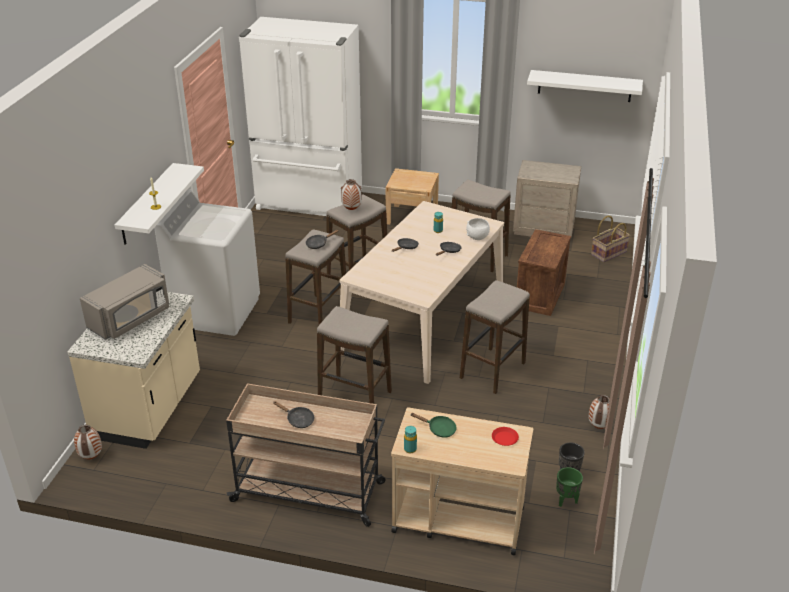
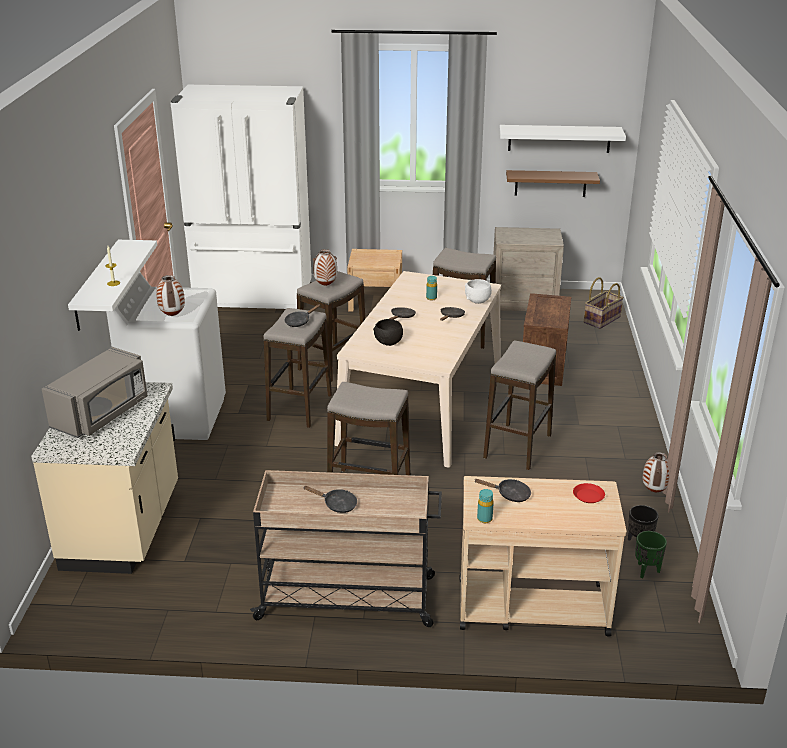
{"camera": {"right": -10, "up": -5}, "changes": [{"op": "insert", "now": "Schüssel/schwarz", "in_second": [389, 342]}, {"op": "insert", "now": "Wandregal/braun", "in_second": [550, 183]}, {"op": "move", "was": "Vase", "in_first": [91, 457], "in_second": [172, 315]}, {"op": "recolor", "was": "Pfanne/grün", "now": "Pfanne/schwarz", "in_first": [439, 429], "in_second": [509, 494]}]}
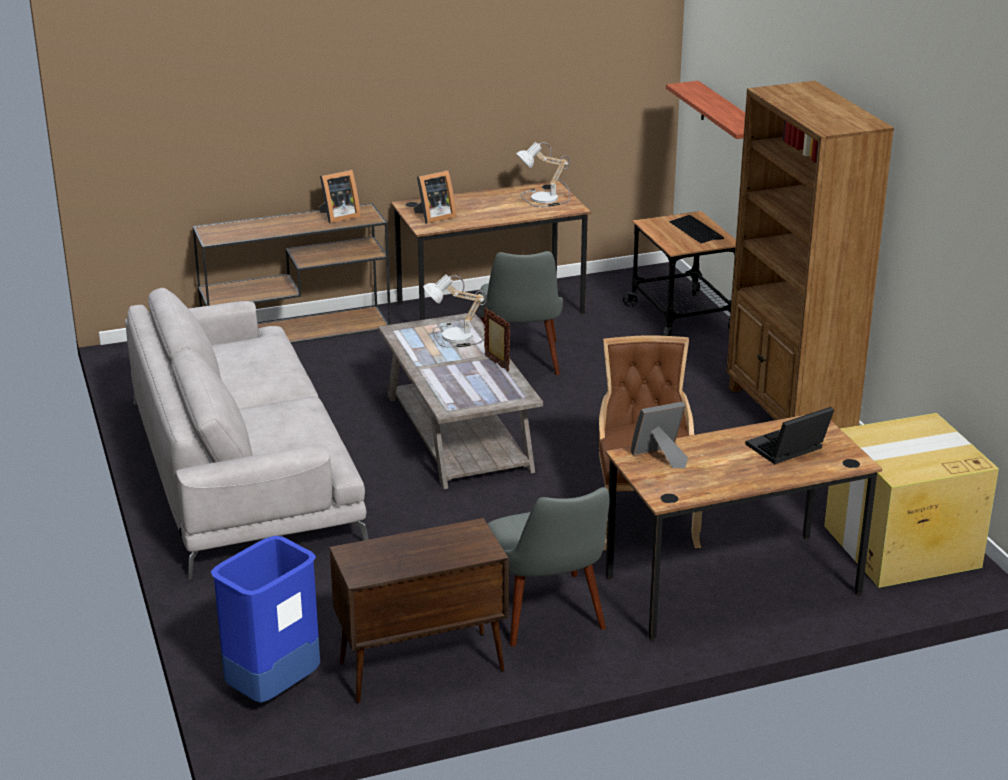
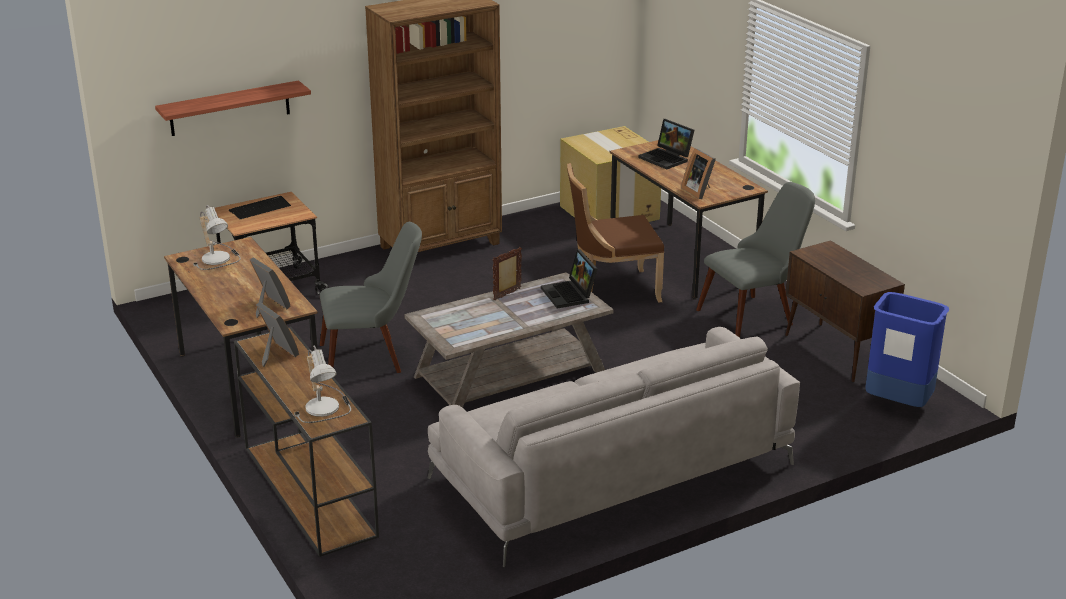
{"camera": {"right": -100, "up": 0}, "changes": [{"op": "insert", "now": "Laptop", "in_second": [570, 295]}, {"op": "move", "was": "Tischlampe", "in_first": [455, 337], "in_second": [326, 408]}]}
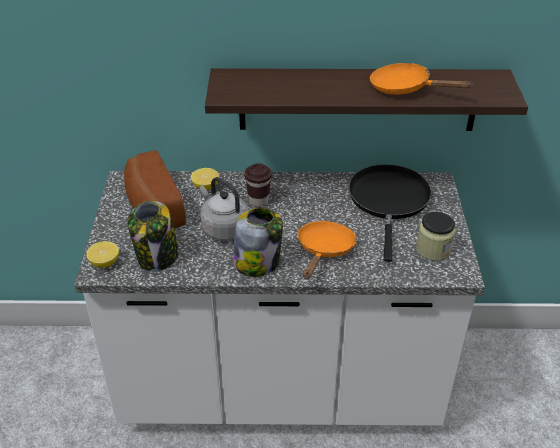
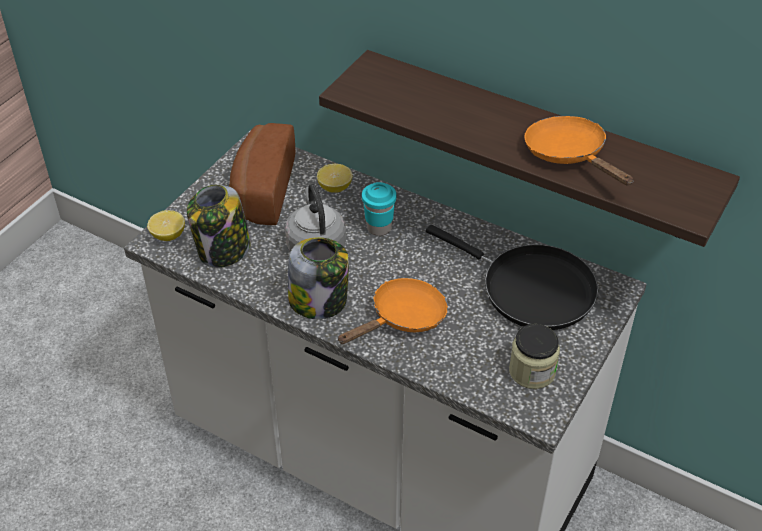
{"camera": {"right": 30, "up": 5}, "changes": [{"op": "recolor", "was": "Tasse/braun", "now": "Tasse/türkis", "in_first": [258, 201], "in_second": [379, 228]}, {"op": "rotate", "was": "Pfanne/schwarz", "in_first": [389, 201], "in_second": [531, 289], "clockwise": 90}]}
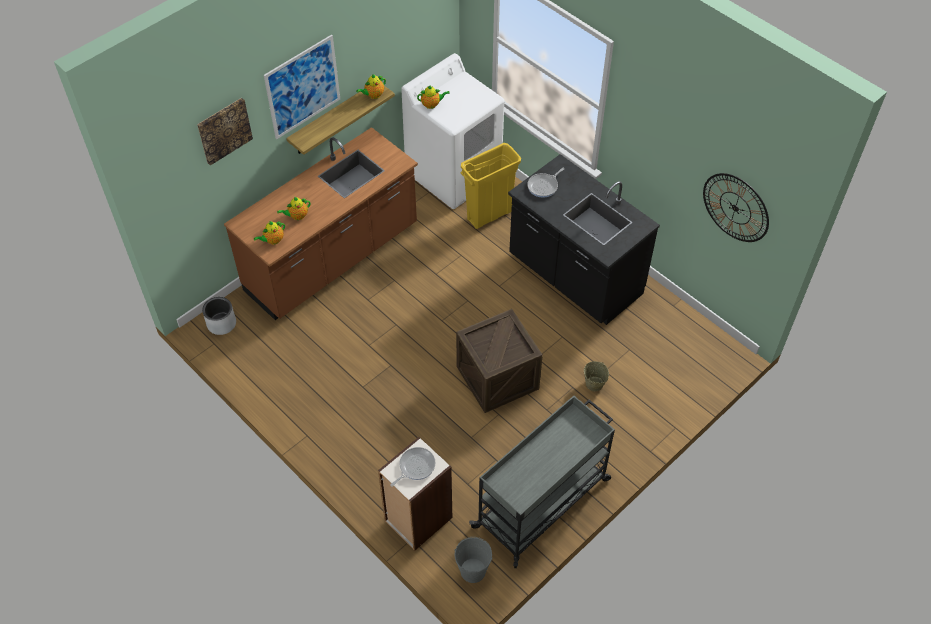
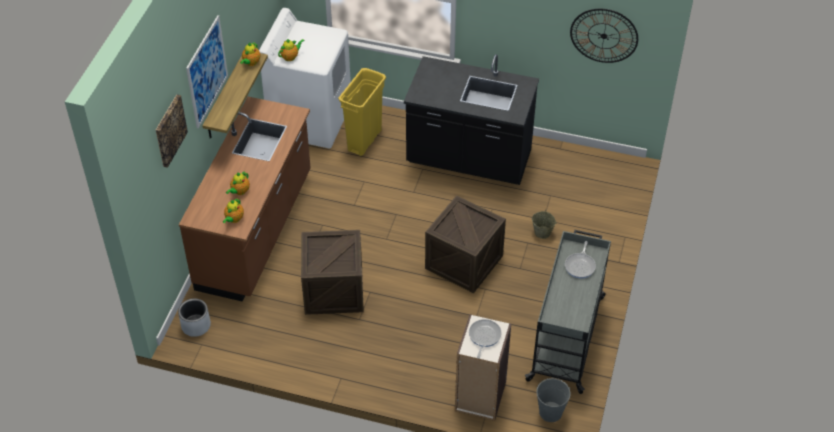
{"camera": {"right": -30, "up": -5}, "changes": [{"op": "insert", "now": "Kiste", "in_second": [333, 290]}, {"op": "move", "was": "Pfanne", "in_first": [544, 186], "in_second": [580, 266]}]}
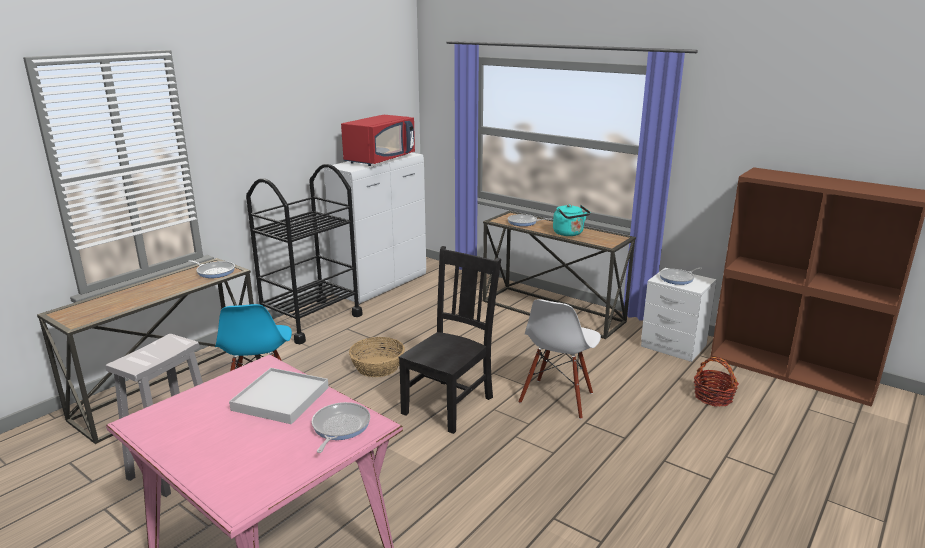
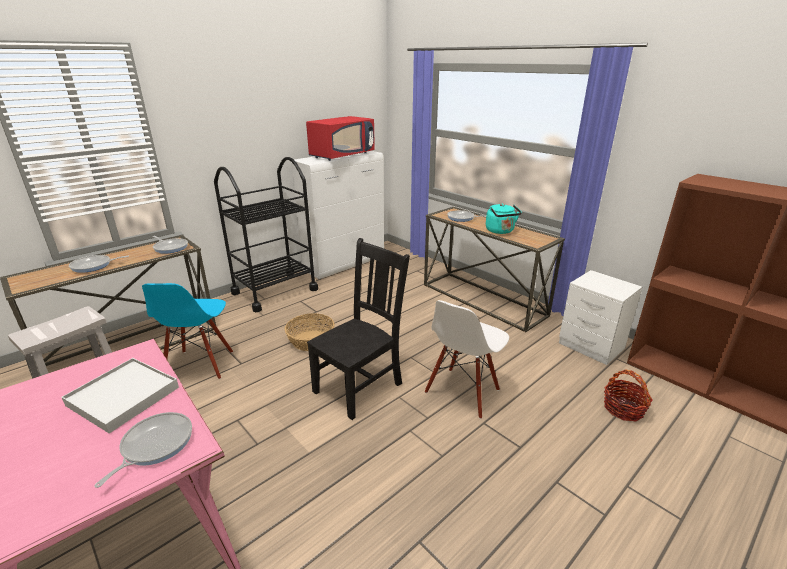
{"camera": {"right": 10, "up": 5}, "changes": [{"op": "move", "was": "Pfanne", "in_first": [678, 278], "in_second": [93, 266]}]}
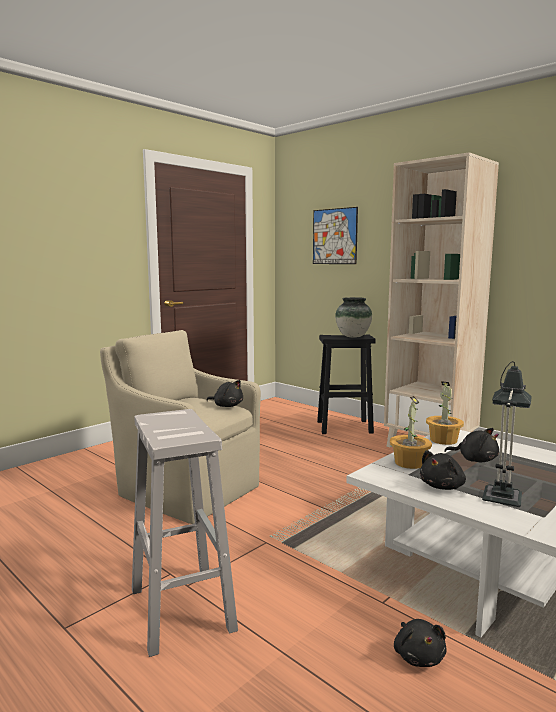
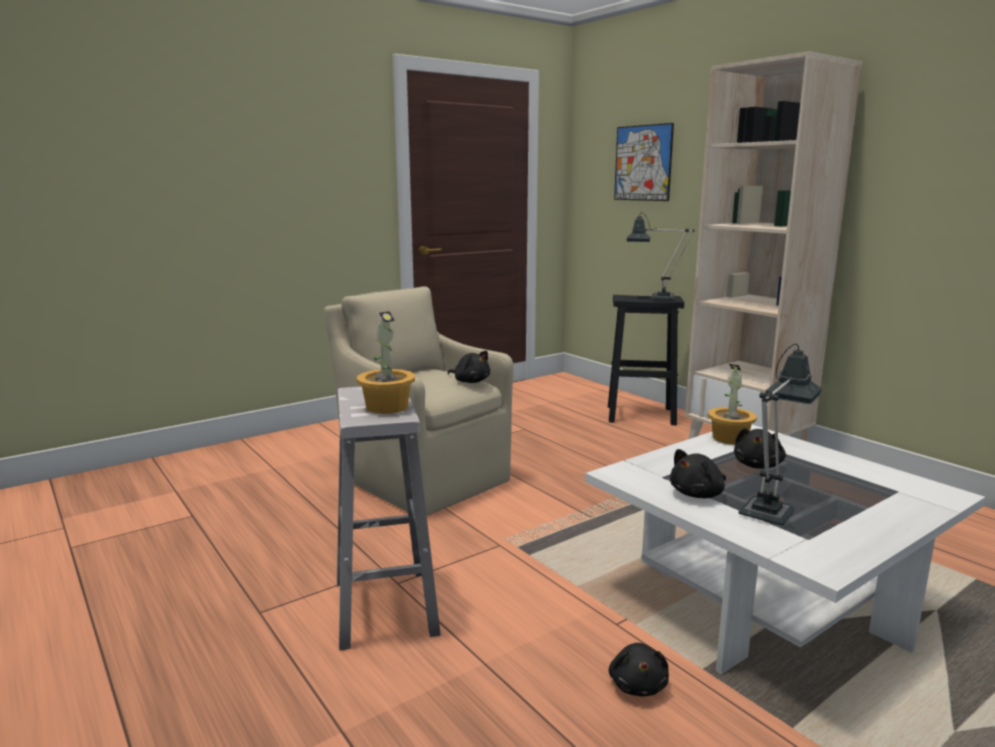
{"camera": {"right": 10, "up": 5}, "changes": [{"op": "move", "was": "Topfpflanze", "in_first": [409, 462], "in_second": [386, 407]}, {"op": "replace", "was": "Vase", "now": "Tischlampe", "in_first": [353, 336], "in_second": [656, 298]}, {"op": "rotate", "was": "Plüschtier/schwarz", "in_first": [475, 460], "in_second": [758, 465], "clockwise": 75}]}
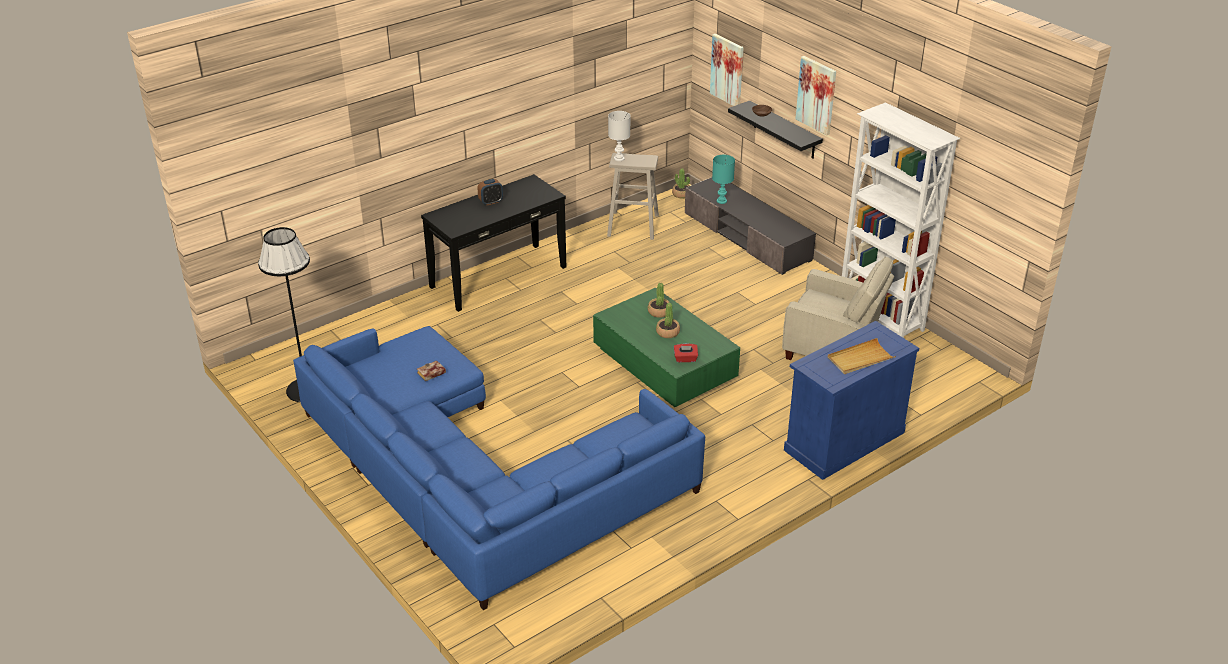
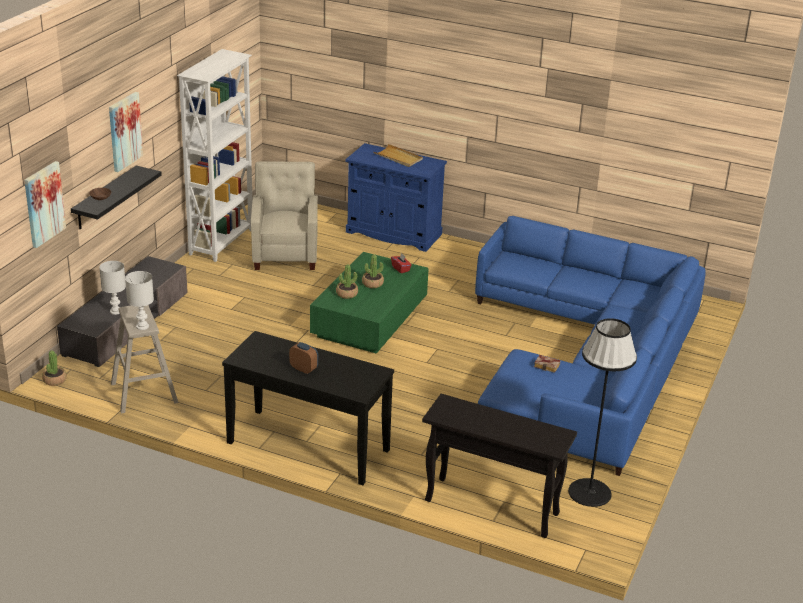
{"camera": {"right": -120, "up": -5}, "changes": [{"op": "insert", "now": "Konsolentisch/schwarz", "in_second": [490, 507]}, {"op": "recolor", "was": "Tischlampe/türkis", "now": "Tischlampe/weiß", "in_first": [721, 201], "in_second": [115, 311]}]}
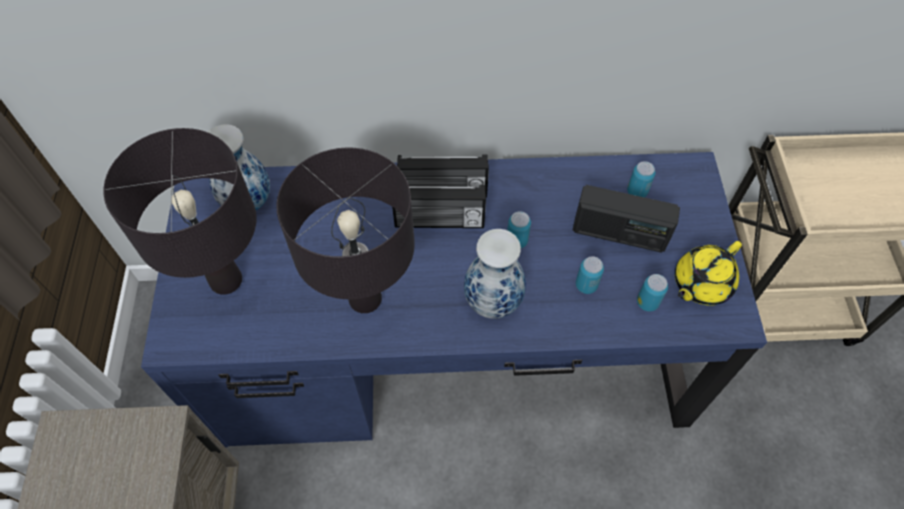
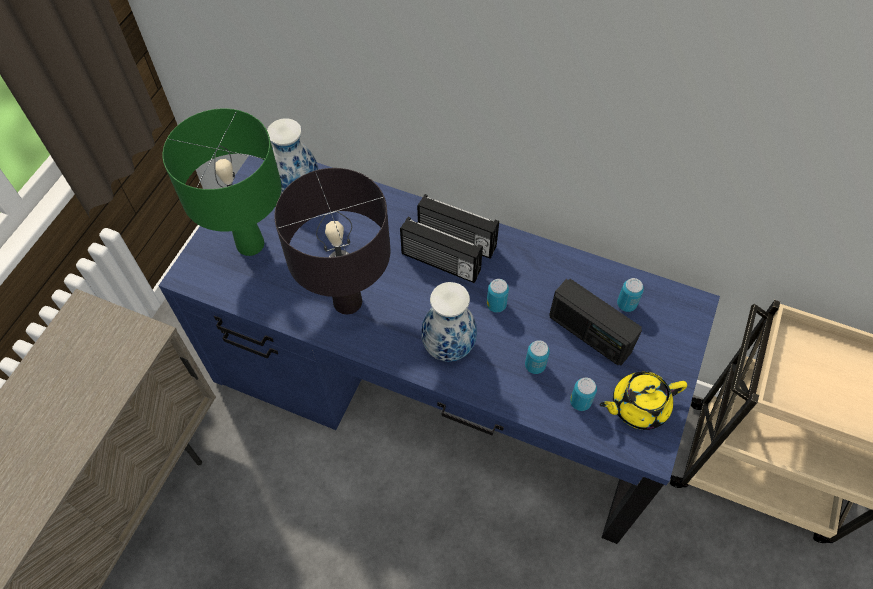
{"camera": {"right": 25, "up": 0}, "changes": [{"op": "recolor", "was": "Tischlampe/schwarz", "now": "Tischlampe/grün", "in_first": [226, 280], "in_second": [251, 244]}]}
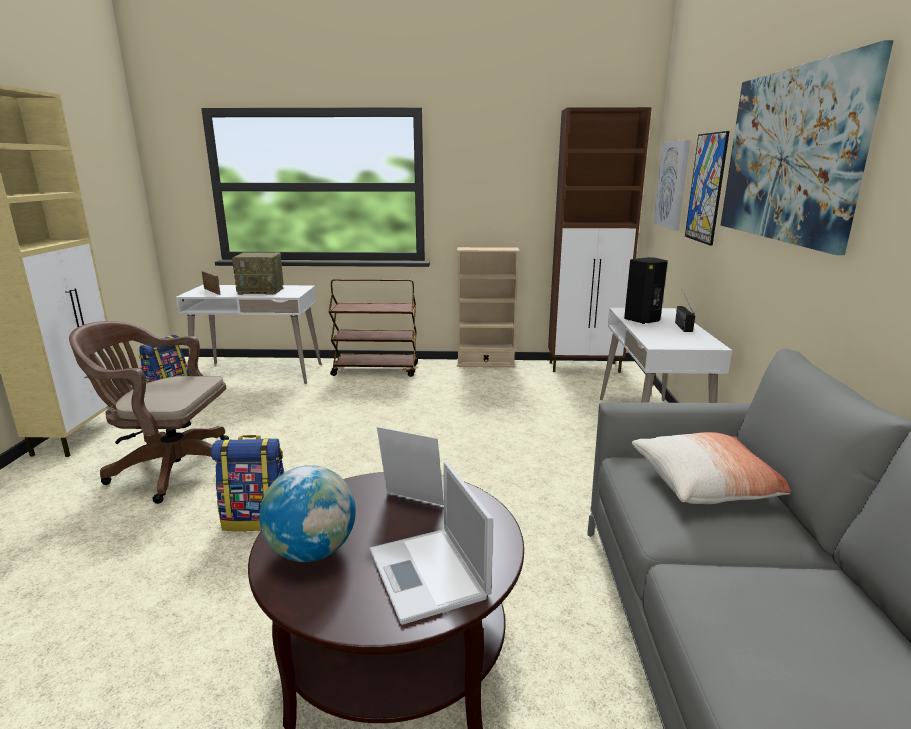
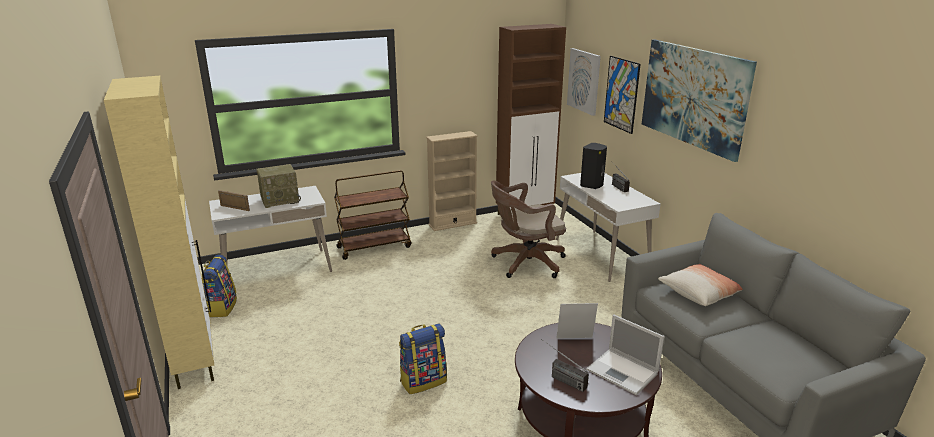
{"camera": {"right": -25, "up": 5}, "changes": [{"op": "move", "was": "Bürostuhl/braun", "in_first": [170, 468], "in_second": [525, 263]}, {"op": "replace", "was": "Globus", "now": "Radio", "in_first": [312, 551], "in_second": [560, 378]}]}
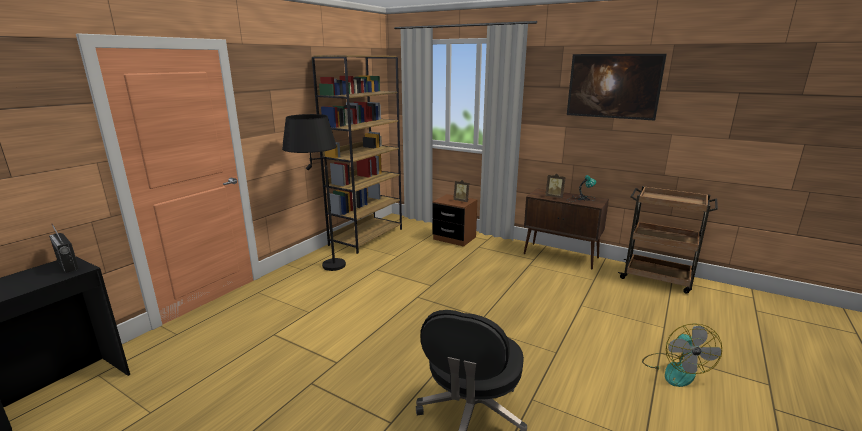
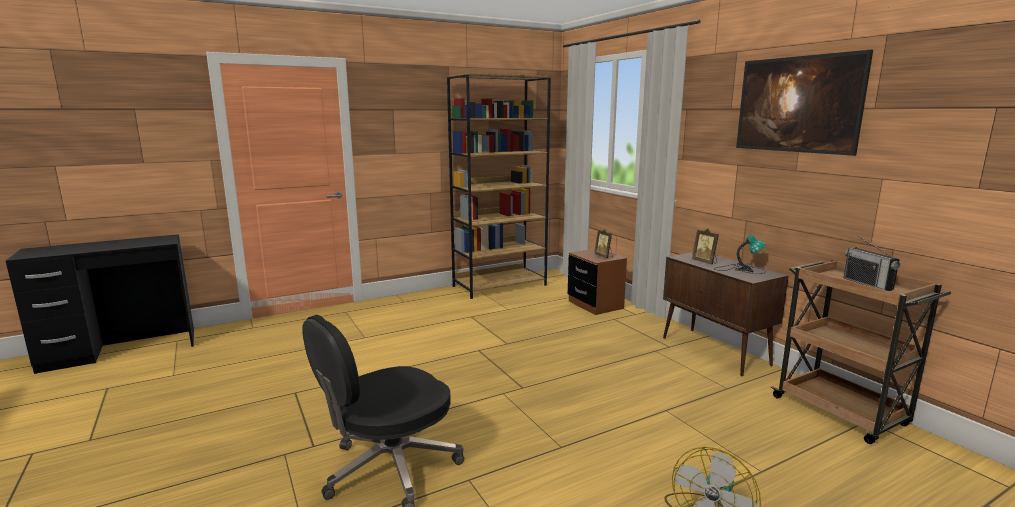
{"camera": {"right": 30, "up": -5}, "changes": [{"op": "delete", "was": "Stehlampe/schwarz", "in_first": [321, 268]}, {"op": "move", "was": "Radio", "in_first": [68, 265], "in_second": [867, 284]}]}
